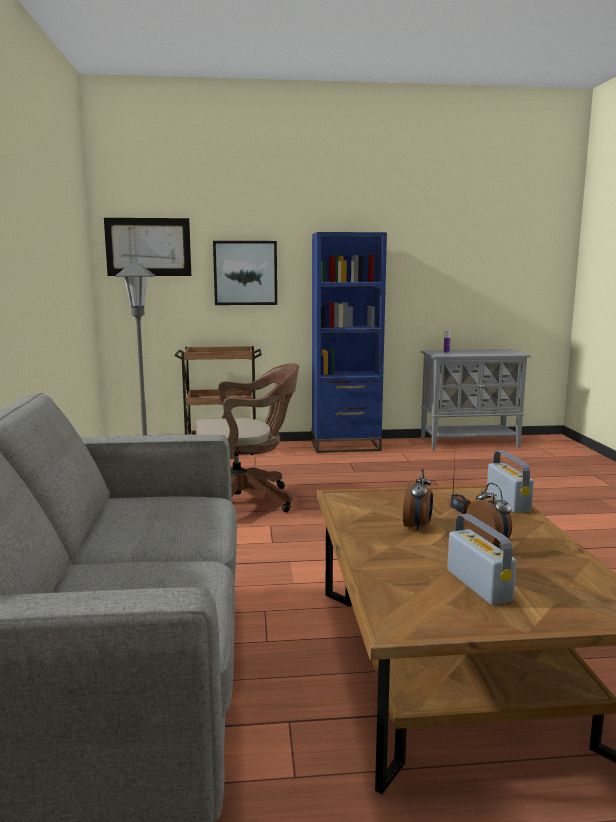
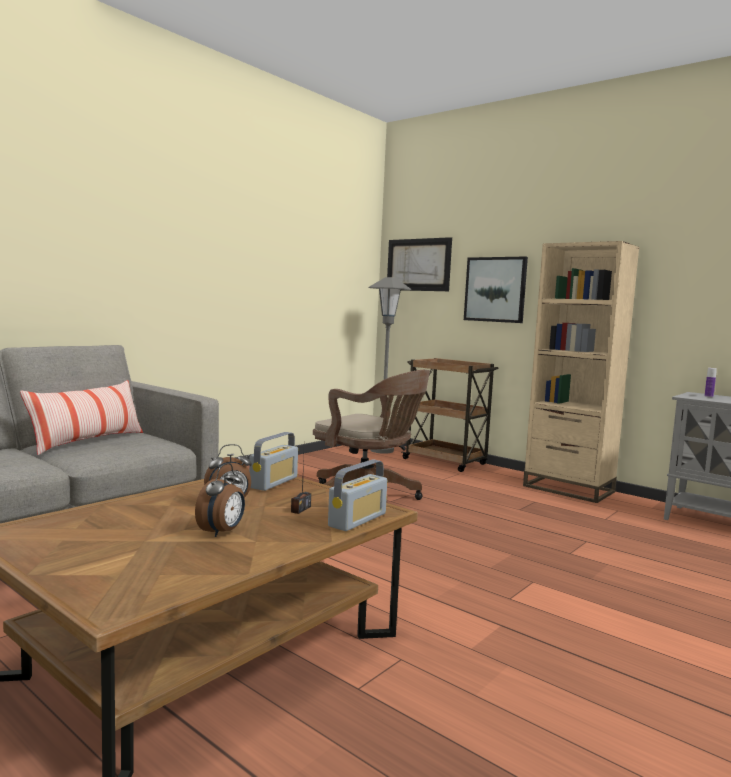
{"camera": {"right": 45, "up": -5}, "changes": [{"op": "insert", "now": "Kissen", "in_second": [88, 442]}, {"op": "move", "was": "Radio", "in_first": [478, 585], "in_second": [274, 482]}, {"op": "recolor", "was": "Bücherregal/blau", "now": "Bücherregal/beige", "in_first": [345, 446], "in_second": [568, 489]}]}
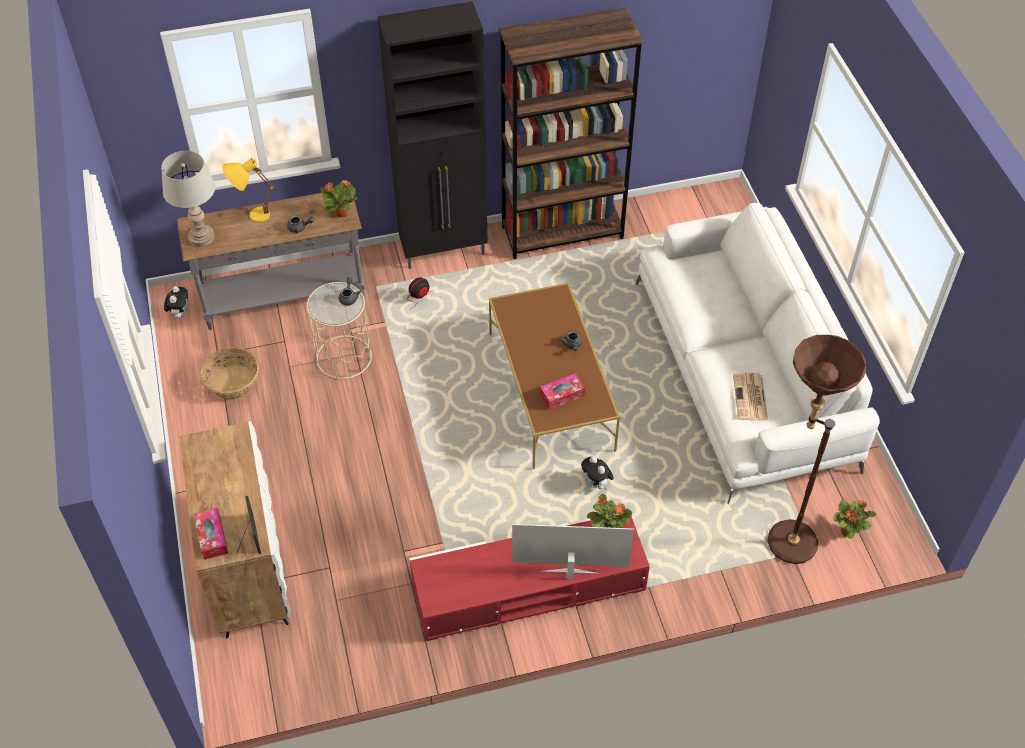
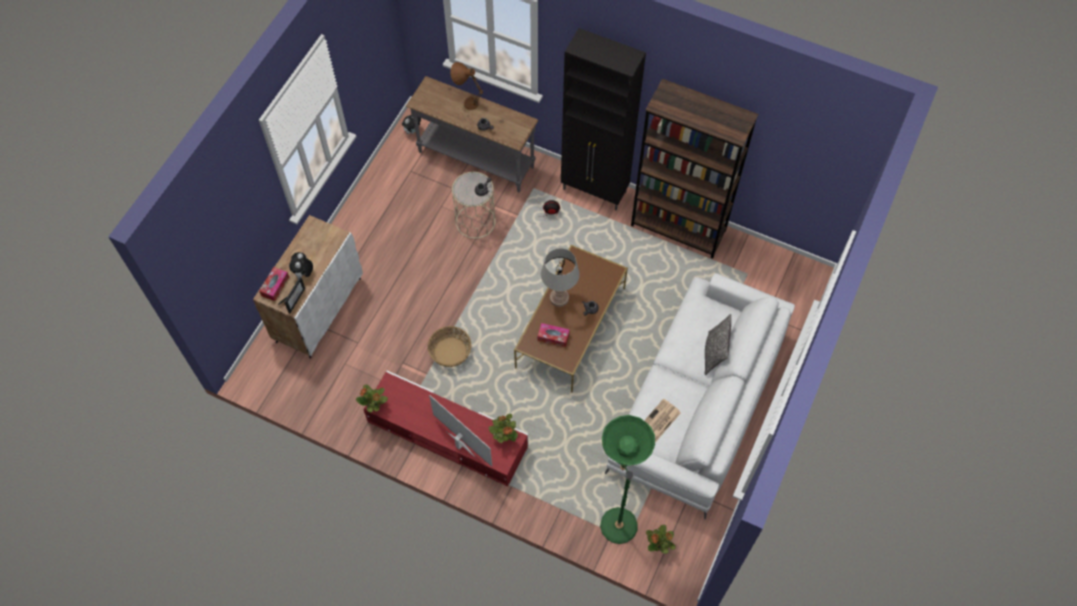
{"camera": {"right": 40, "up": 10}, "changes": [{"op": "insert", "now": "Kissen", "in_second": [714, 354]}, {"op": "move", "was": "Tischlampe/grau", "in_first": [201, 237], "in_second": [559, 298]}, {"op": "move", "was": "Korb", "in_first": [232, 382], "in_second": [450, 352]}, {"op": "move", "was": "Topfpflanze", "in_first": [342, 213], "in_second": [374, 406]}, {"op": "move", "was": "Plüschtier", "in_first": [596, 484], "in_second": [303, 273]}, {"op": "recolor", "was": "Tischlampe/gelb", "now": "Tischlampe/braun", "in_first": [251, 215], "in_second": [466, 101]}, {"op": "recolor", "was": "Stehlampe/braun", "now": "Stehlampe/grün", "in_first": [781, 538], "in_second": [615, 518]}]}
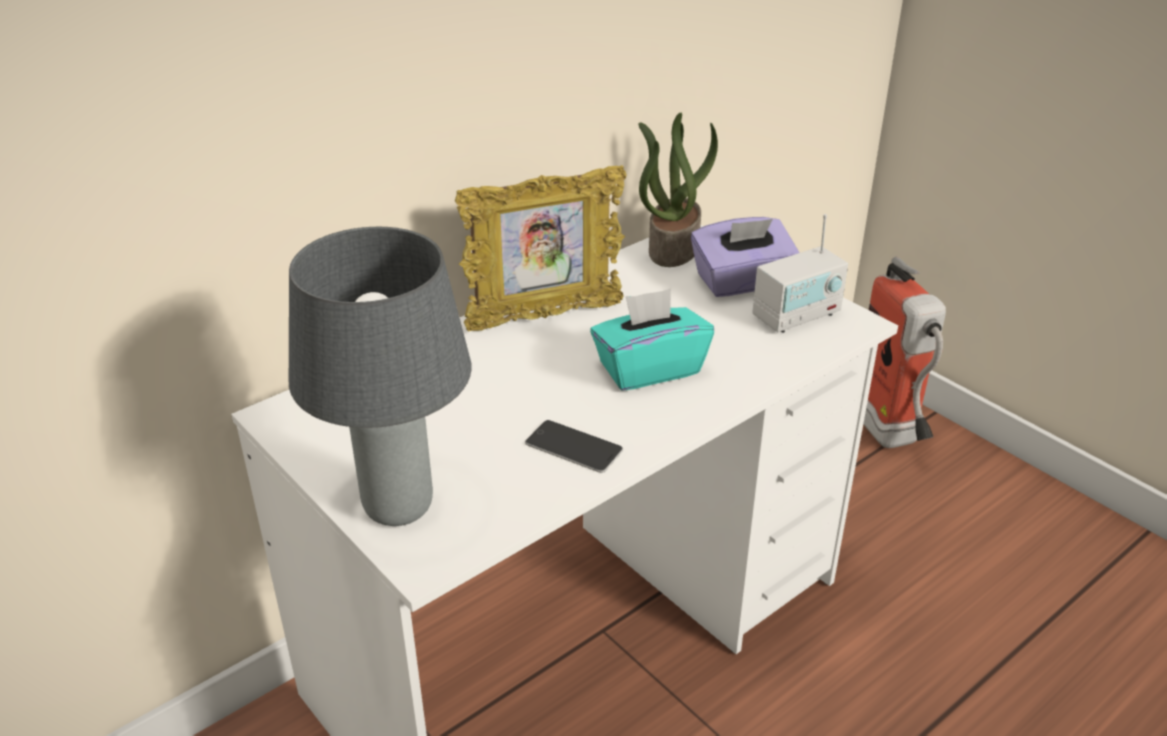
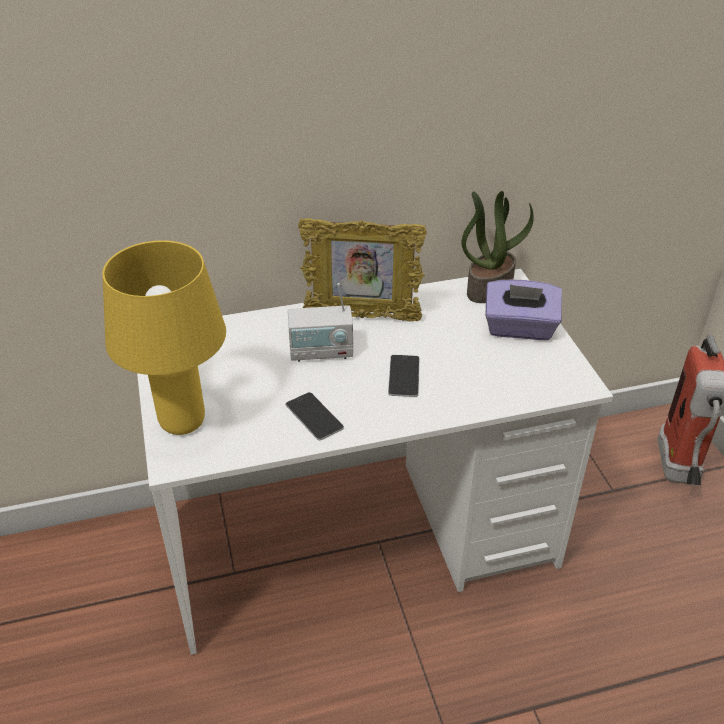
{"camera": {"right": 25, "up": 5}, "changes": [{"op": "move", "was": "Radio", "in_first": [797, 316], "in_second": [321, 352]}, {"op": "replace", "was": "Taschentuchbox/türkis", "now": "Handy", "in_first": [649, 369], "in_second": [404, 376]}, {"op": "recolor", "was": "Tischlampe/grau", "now": "Tischlampe/gelb", "in_first": [399, 506], "in_second": [184, 421]}]}
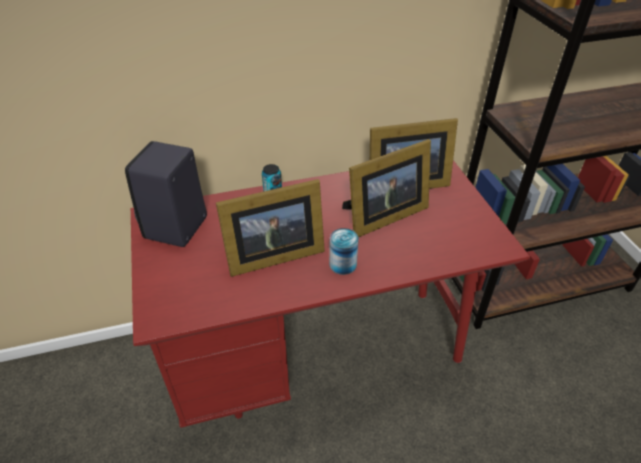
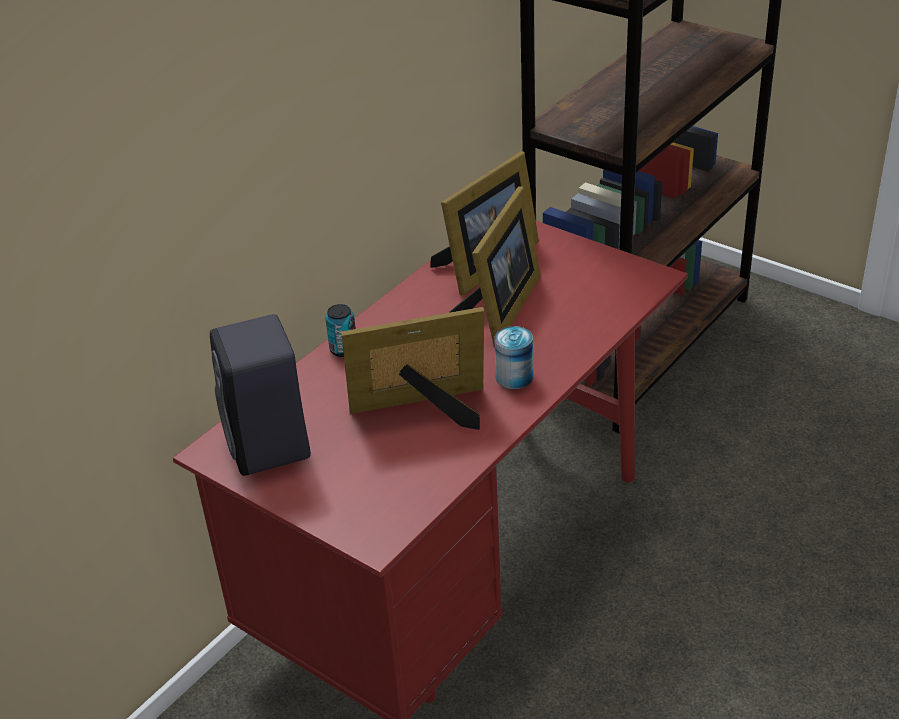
{"camera": {"right": -35, "up": -5}, "changes": [{"op": "rotate", "was": "Bilderrahmen", "in_first": [271, 255], "in_second": [425, 410], "clockwise": -135}]}
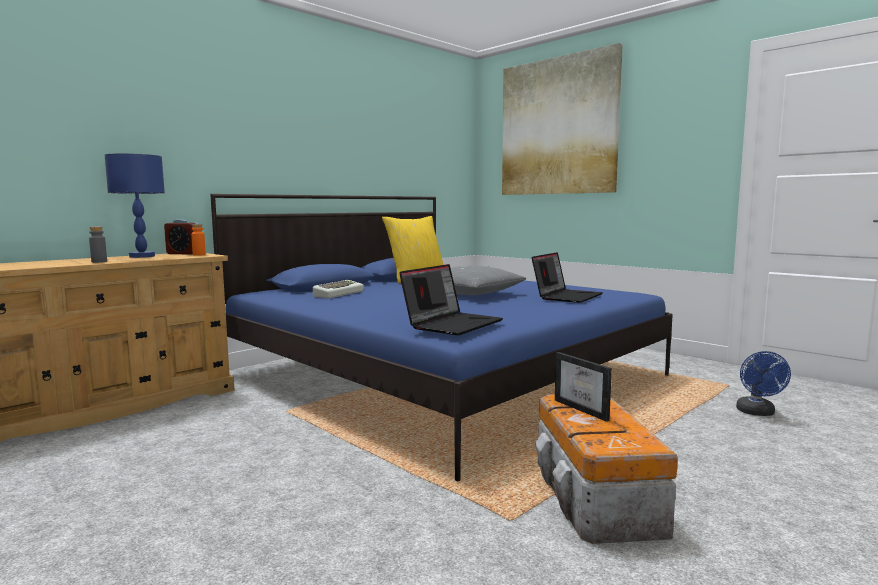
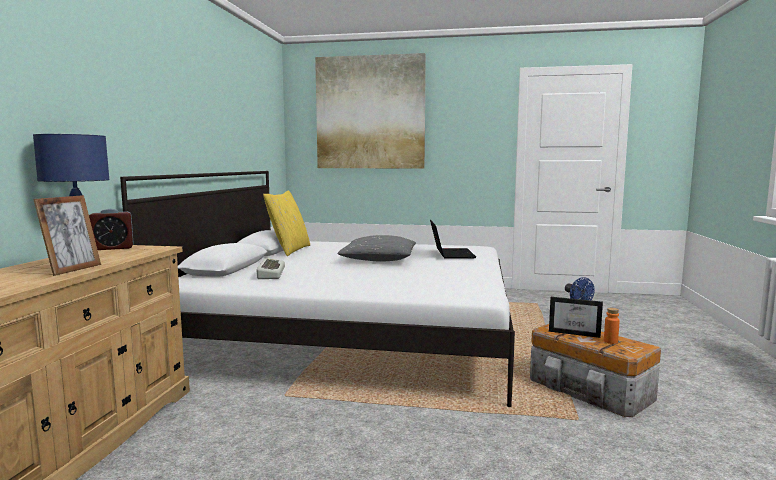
{"camera": {"right": -35, "up": 0}, "changes": [{"op": "delete", "was": "Laptop", "in_first": [452, 324]}, {"op": "move", "was": "Flasche/orange", "in_first": [199, 255], "in_second": [610, 341]}, {"op": "replace", "was": "Flasche/grau", "now": "Bilderrahmen", "in_first": [99, 262], "in_second": [72, 269]}, {"op": "recolor", "was": "Bett/blau", "now": "Bett/weiß", "in_first": [441, 374], "in_second": [353, 333]}]}
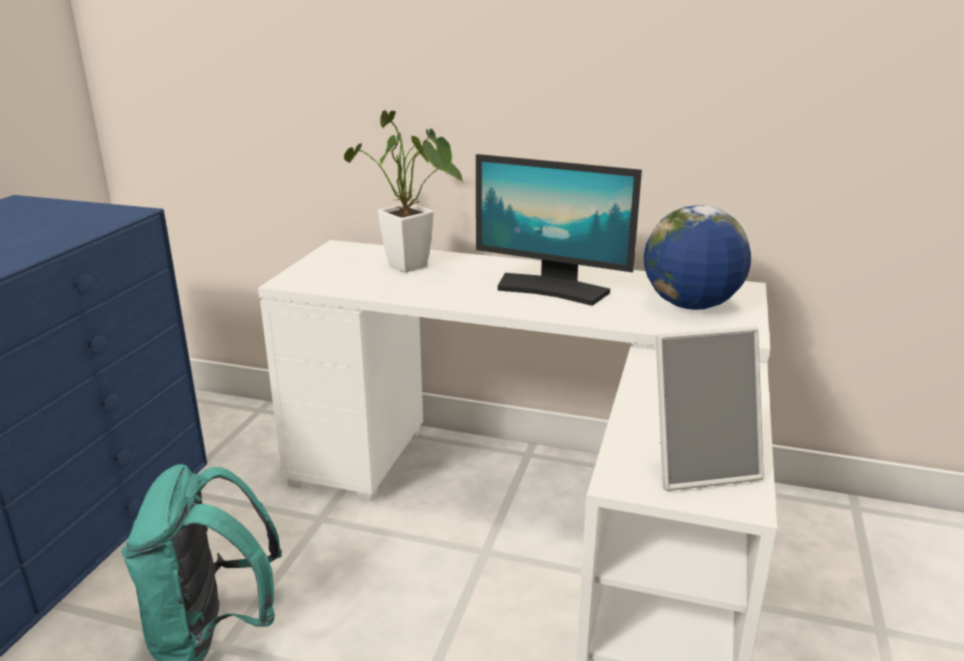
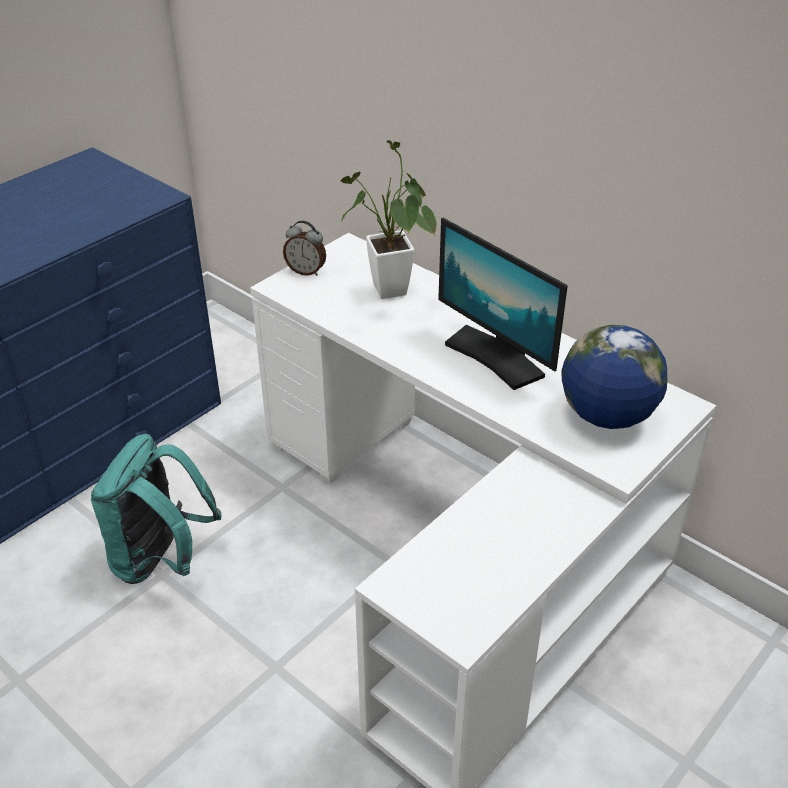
{"camera": {"right": 25, "up": 15}, "changes": [{"op": "delete", "was": "Bilderrahmen", "in_first": [699, 465]}, {"op": "insert", "now": "Wecker", "in_second": [306, 271]}]}
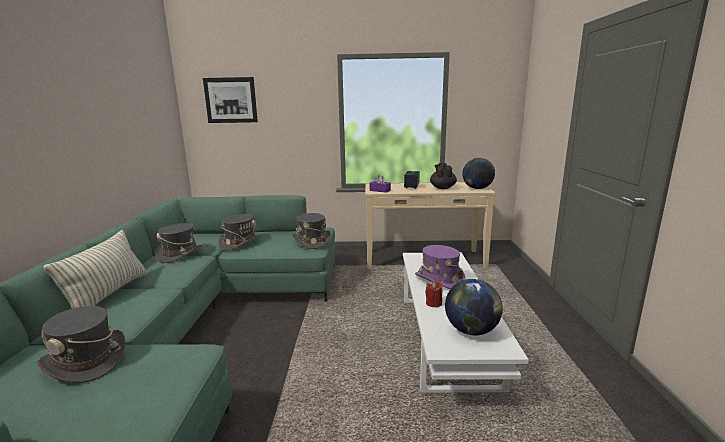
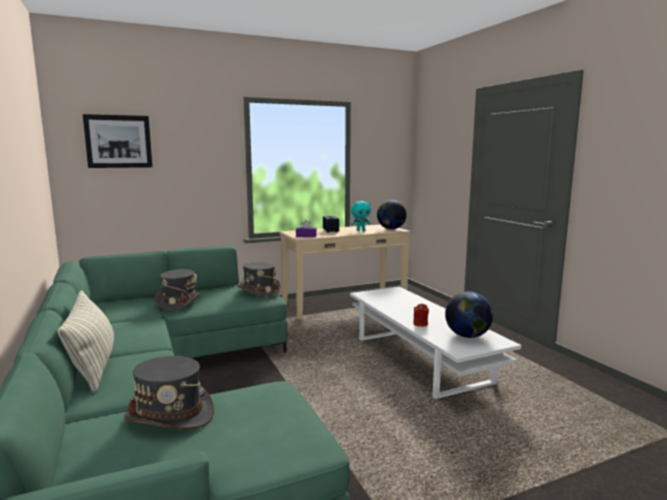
{"camera": {"right": -25, "up": -5}, "changes": [{"op": "delete", "was": "Hut/grau", "in_first": [180, 254]}, {"op": "delete", "was": "Hut/lila", "in_first": [439, 280]}, {"op": "replace", "was": "Teekanne/schwarz", "now": "Plüschtier/türkis", "in_first": [442, 188], "in_second": [360, 230]}]}
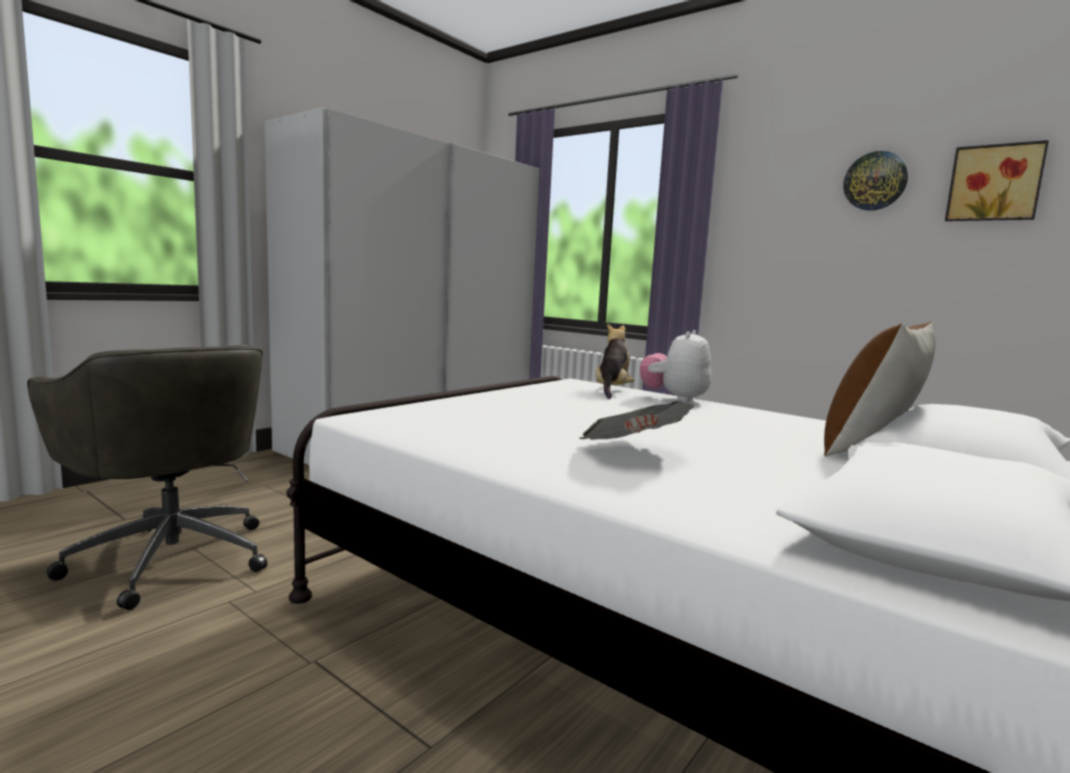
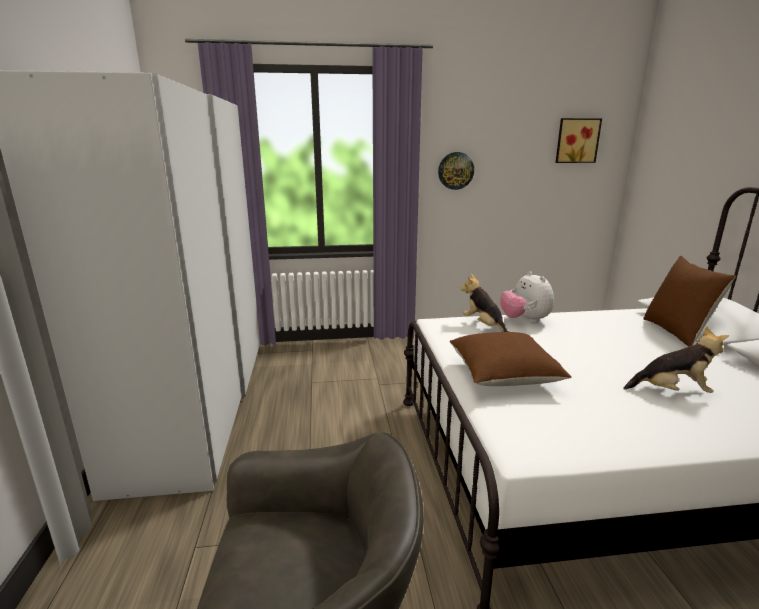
{"camera": {"right": -45, "up": 10}, "changes": [{"op": "insert", "now": "Kissen/braun", "in_second": [503, 376]}, {"op": "move", "was": "Wanduhr", "in_first": [875, 181], "in_second": [455, 171]}, {"op": "replace", "was": "Zeitung", "now": "Plüschtier", "in_first": [632, 452], "in_second": [671, 391]}]}
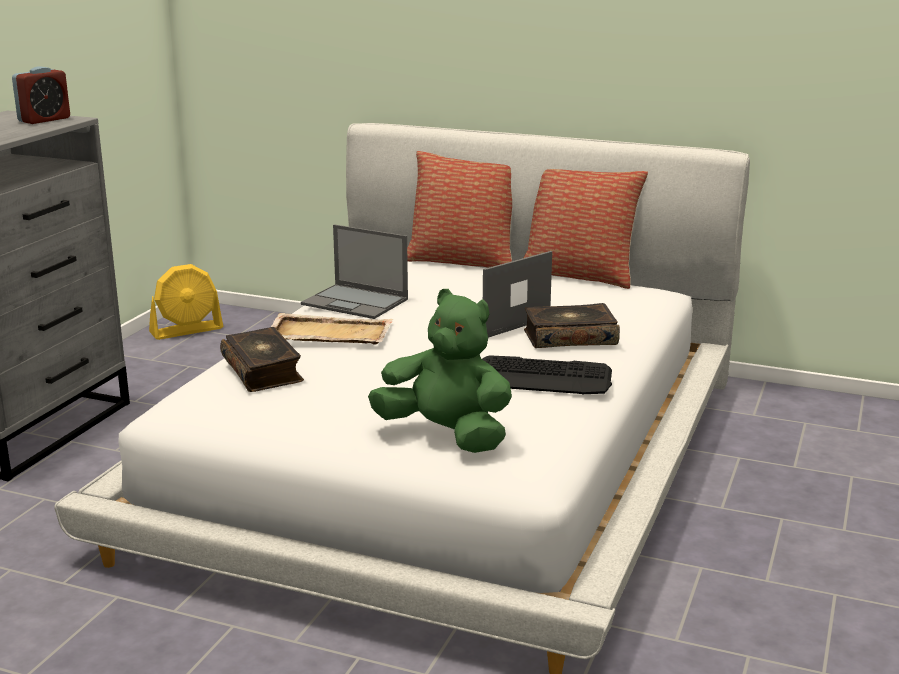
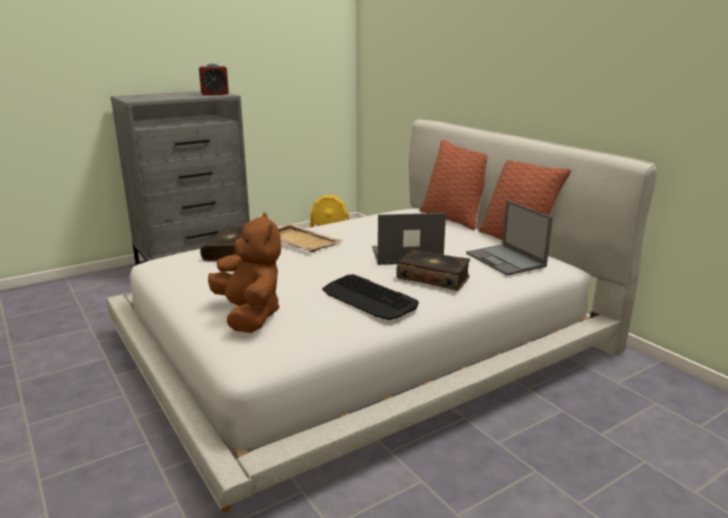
{"camera": {"right": 35, "up": 0}, "changes": [{"op": "move", "was": "Laptop", "in_first": [356, 302], "in_second": [506, 260]}, {"op": "recolor", "was": "Plüschtier/grün", "now": "Plüschtier/braun", "in_first": [446, 435], "in_second": [249, 315]}]}
